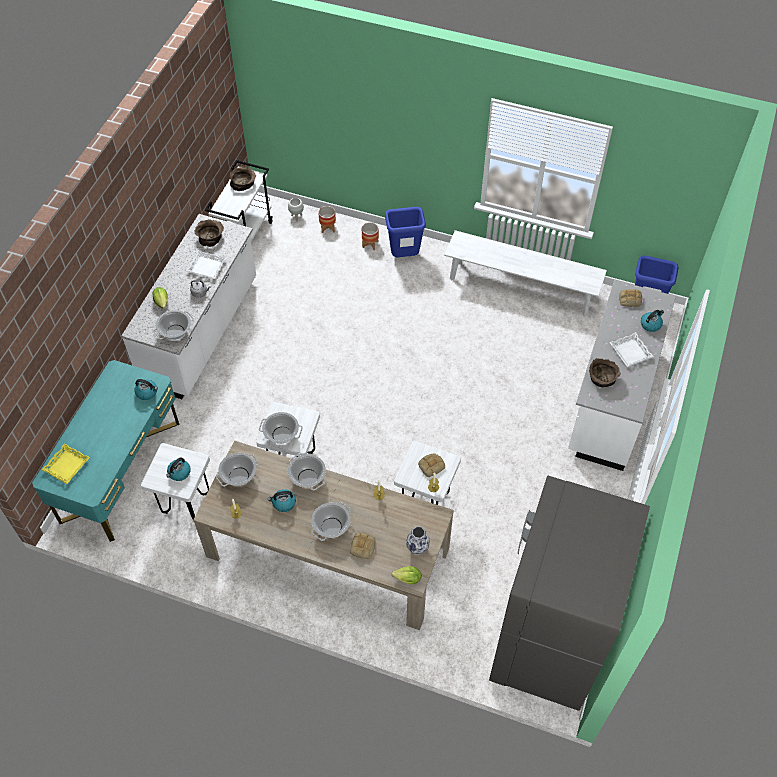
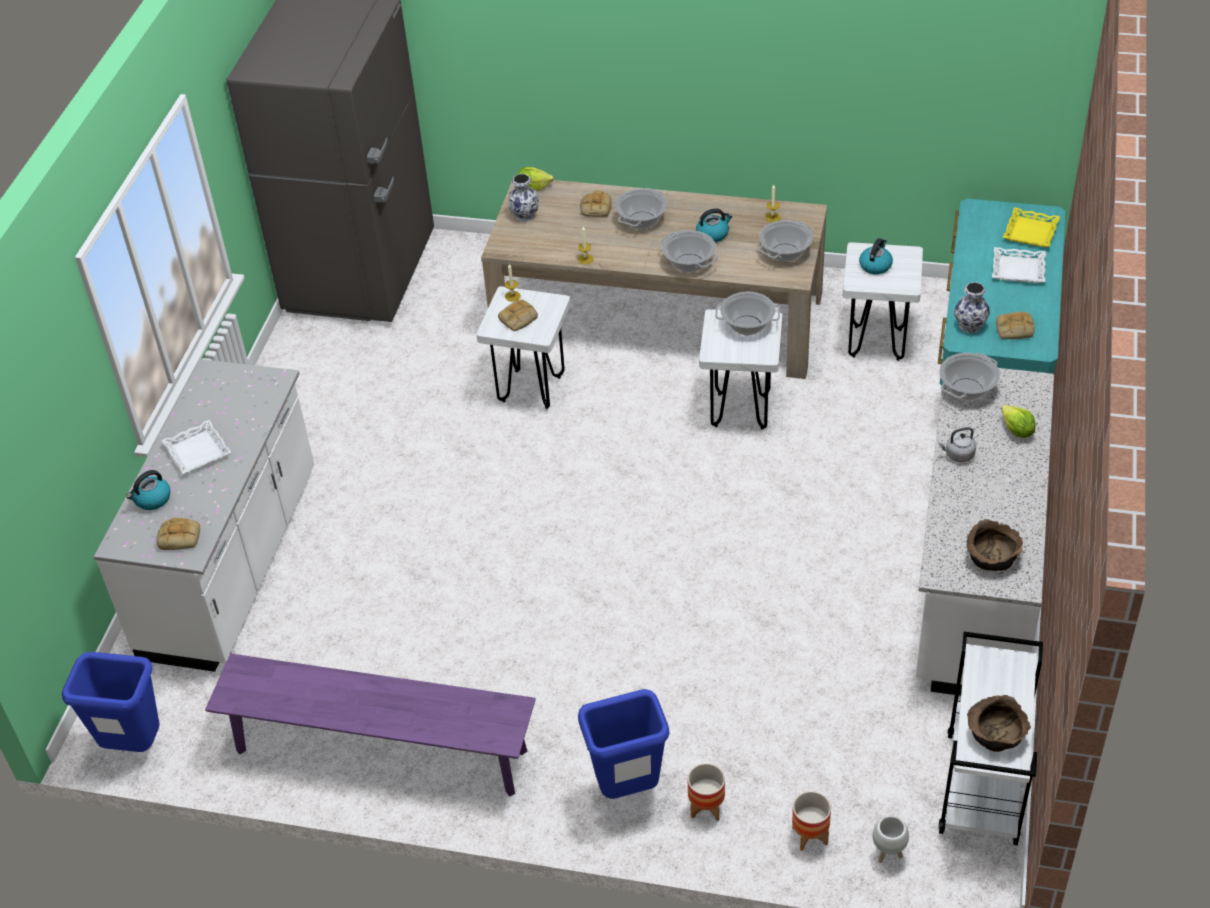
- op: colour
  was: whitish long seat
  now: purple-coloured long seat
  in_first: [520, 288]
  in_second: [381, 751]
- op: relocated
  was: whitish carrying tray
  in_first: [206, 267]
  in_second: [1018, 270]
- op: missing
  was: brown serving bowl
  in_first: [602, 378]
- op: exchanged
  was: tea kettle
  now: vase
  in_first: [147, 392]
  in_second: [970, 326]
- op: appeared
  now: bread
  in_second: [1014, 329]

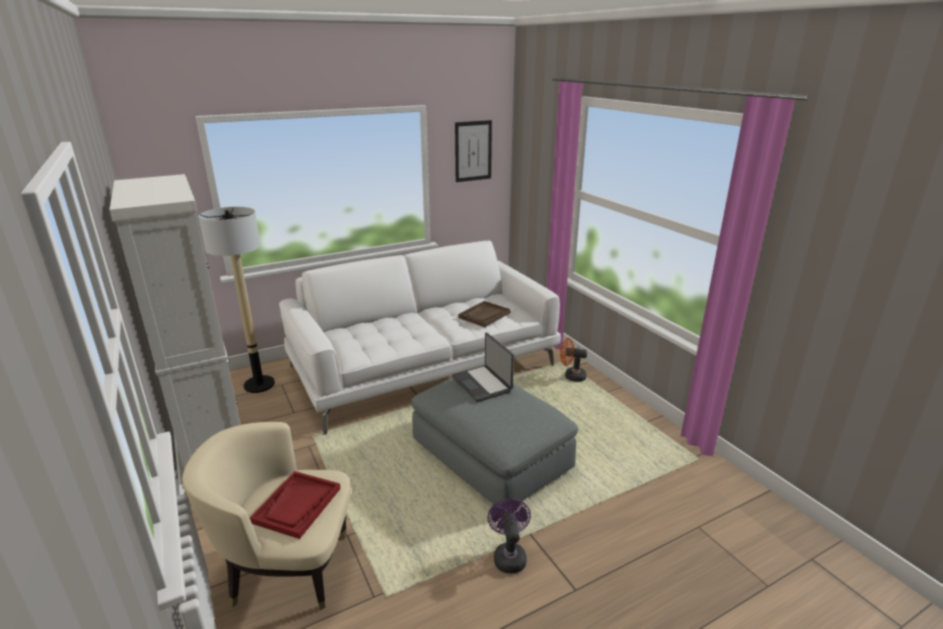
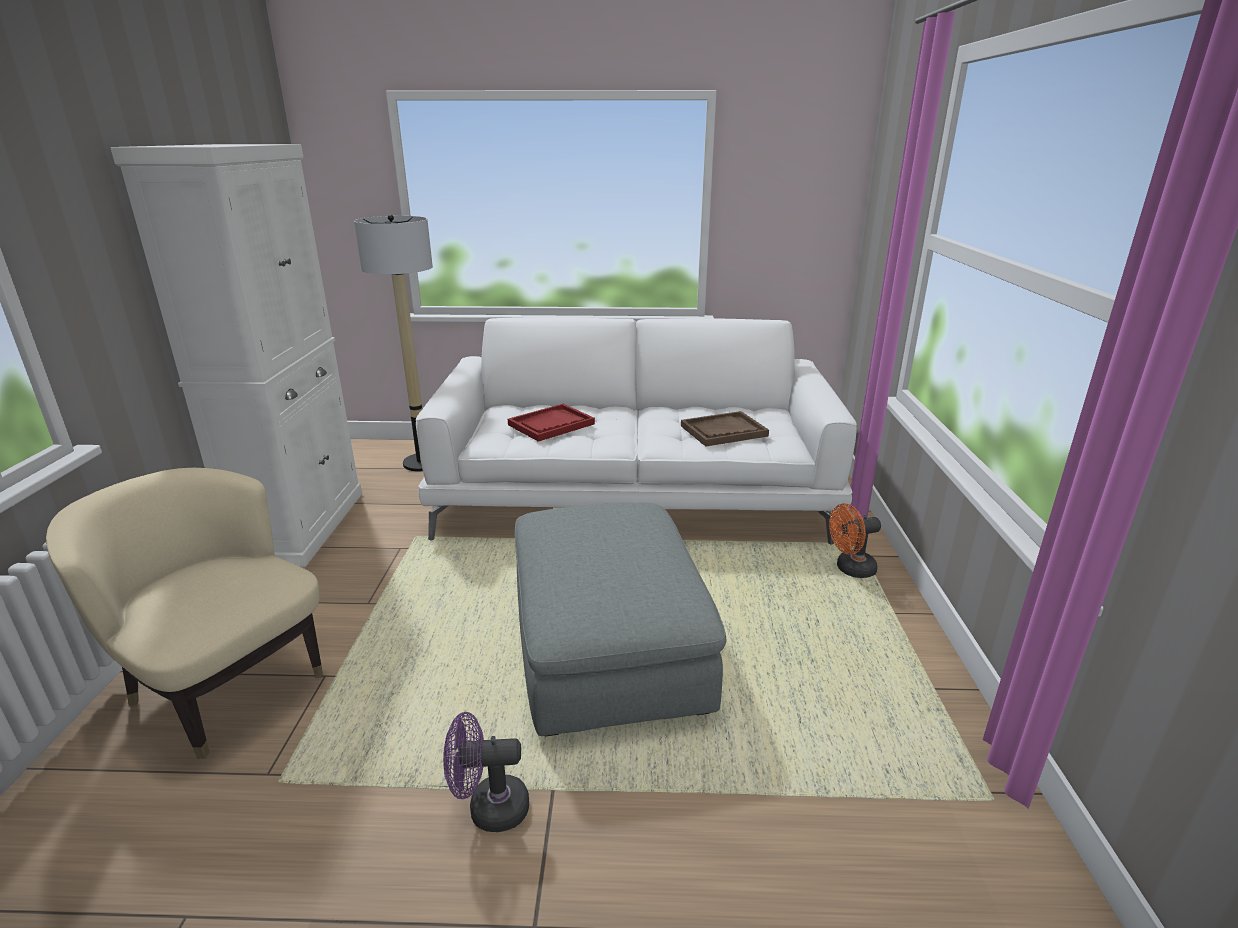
- op: missing
  was: wall picture
  in_first: [473, 151]
- op: missing
  was: portable computer
  in_first: [482, 384]
- op: spun
  was: orange-coloured fan
  in_first: [571, 376]
  in_second: [850, 569]
  clockwise: -60
- op: relocated
  was: reddish carrying tray
  in_first: [297, 505]
  in_second: [551, 424]
- op: spun
  was: purple-coloured fan
  in_first: [509, 555]
  in_second: [489, 808]
  clockwise: -120

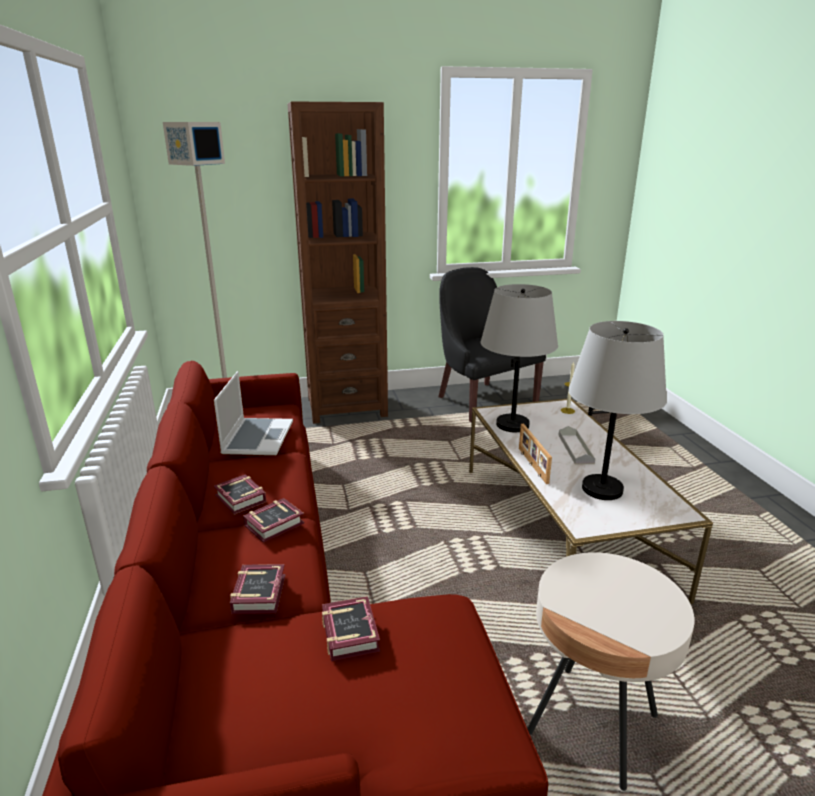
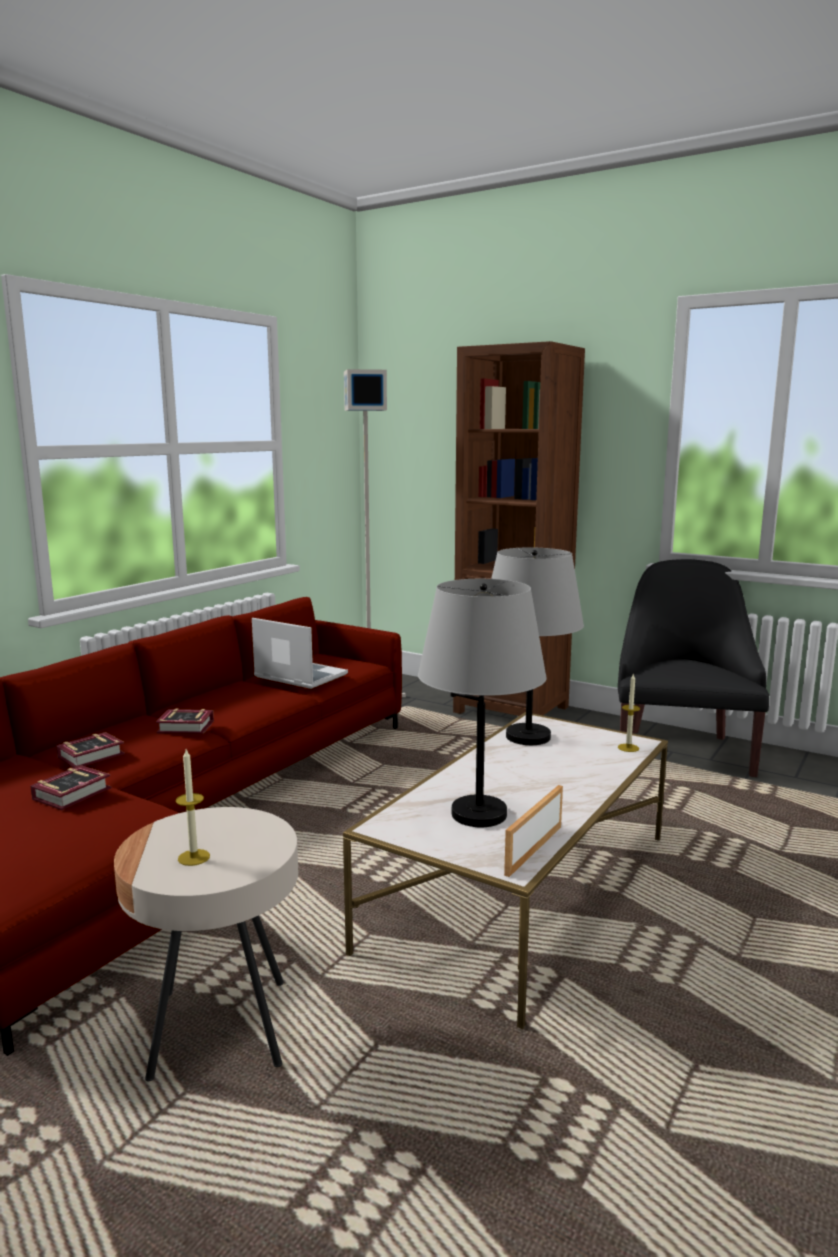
- op: spun
  was: portable computer
  in_first: [257, 438]
  in_second: [299, 676]
  clockwise: -105
- op: relocated
  was: photo frame
  in_first: [532, 465]
  in_second: [532, 849]
- op: missing
  was: grey carrying tray
  in_first: [575, 449]
- op: missing
  was: volume
  in_first: [240, 500]
- op: appeared
  now: wax candle
  in_second: [194, 857]

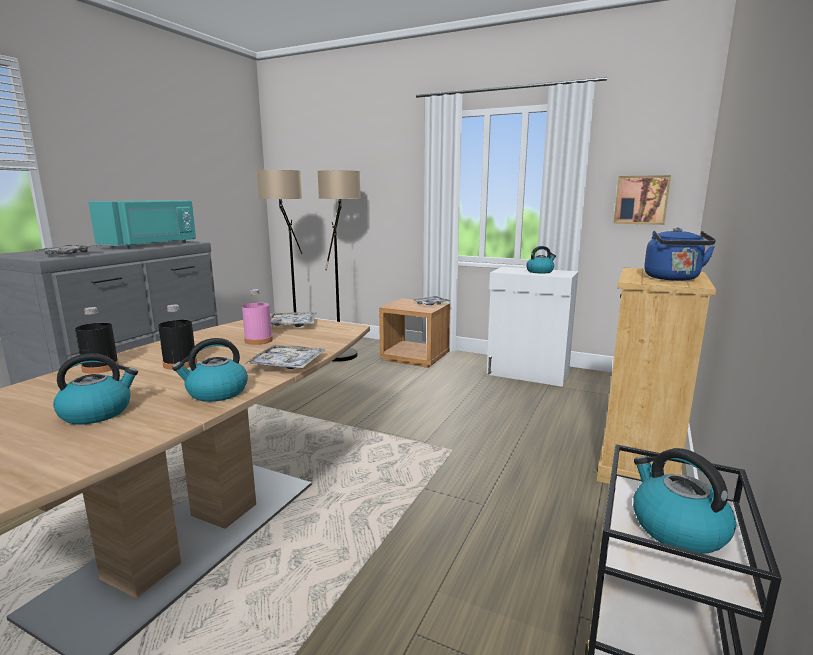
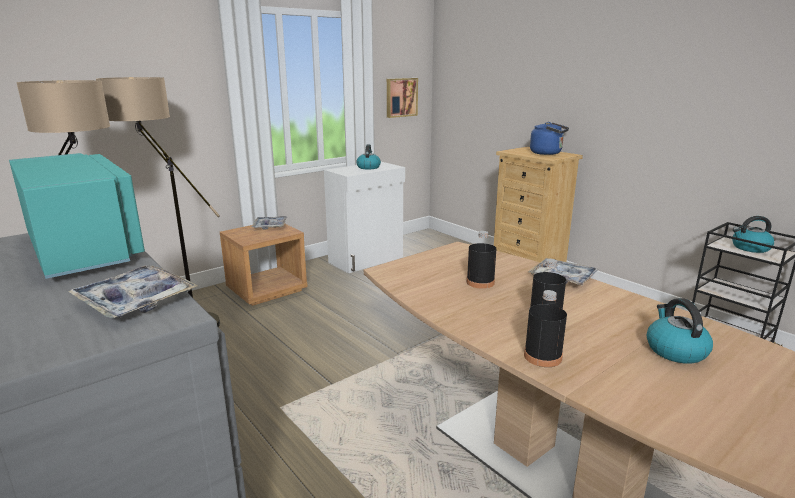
- op: colour
  was: pink beverage bottle
  now: blackish beverage bottle
  in_first: [258, 340]
  in_second: [480, 282]
- op: missing
  was: carrying tray
  in_first: [292, 325]
- op: missing
  was: tea kettle
  in_first: [216, 393]

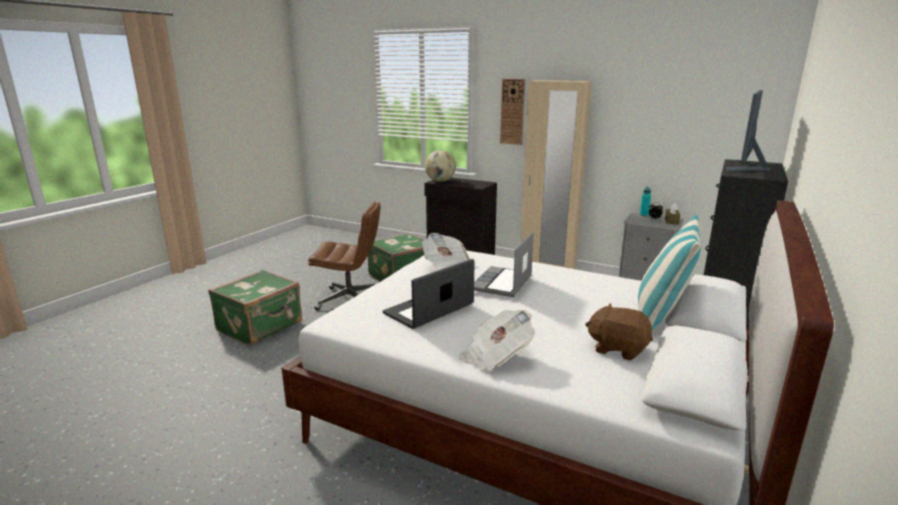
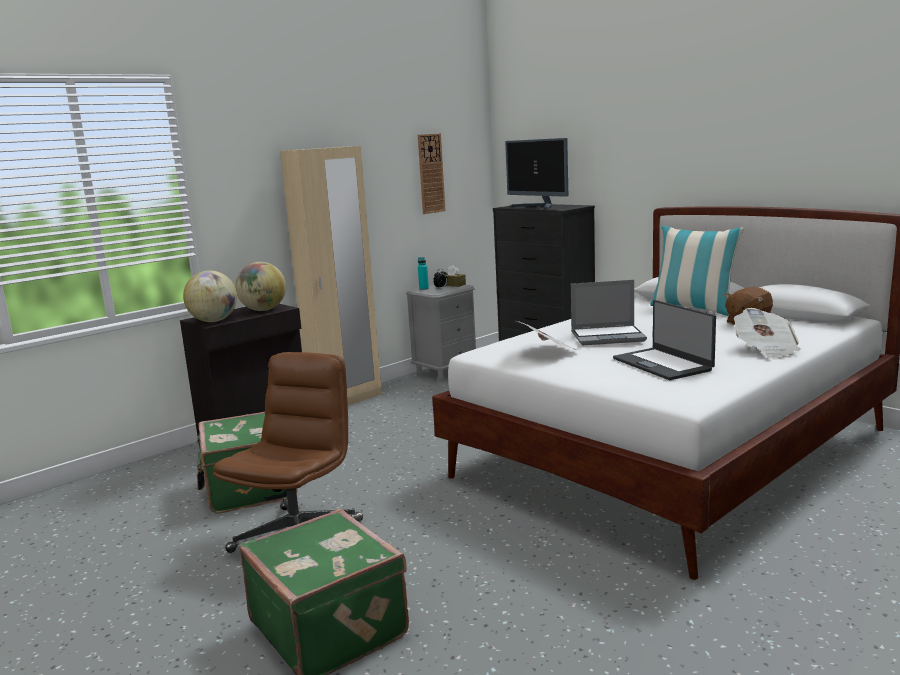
- op: relocated
  was: clock on the wall
  in_first: [512, 112]
  in_second: [431, 173]
- op: spun
  was: portable computer
  in_first: [502, 283]
  in_second: [608, 337]
  clockwise: -45
- op: appeared
  now: globe
  in_second: [263, 310]

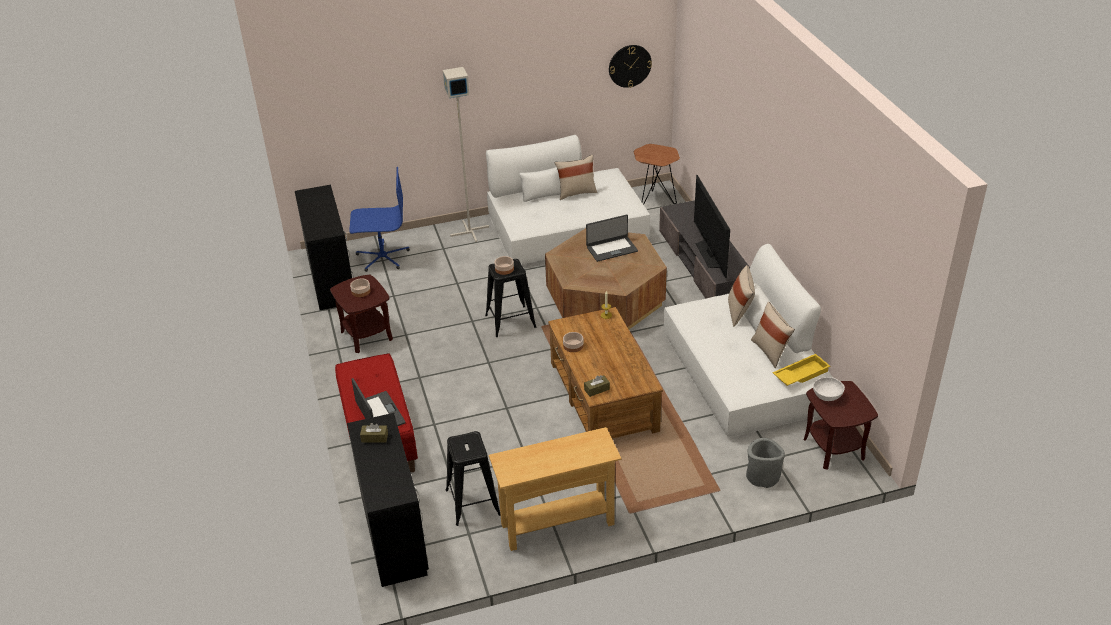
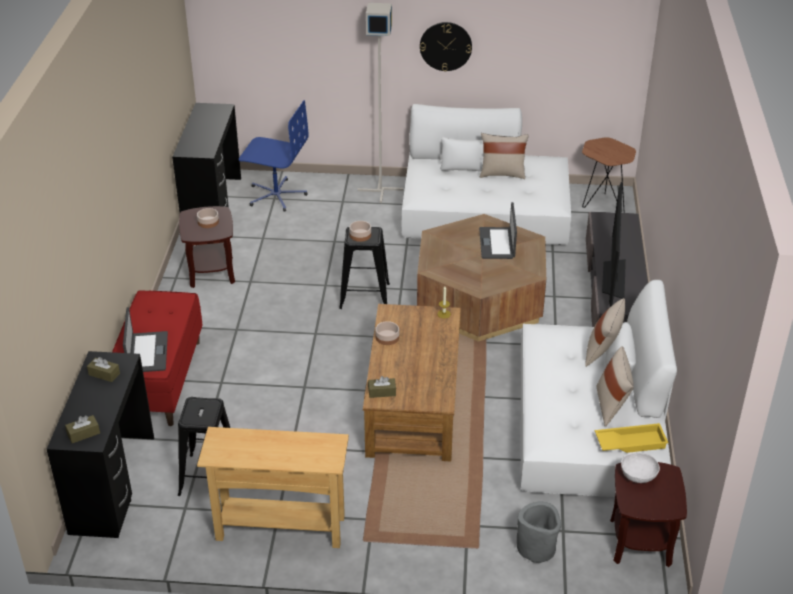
- op: relocated
  was: clock on the wall
  in_first: [629, 66]
  in_second: [445, 46]
- op: spun
  was: portable computer
  in_first: [611, 249]
  in_second: [497, 243]
  clockwise: 90
- op: appeared
  now: brown tissue holder
  in_second: [83, 433]

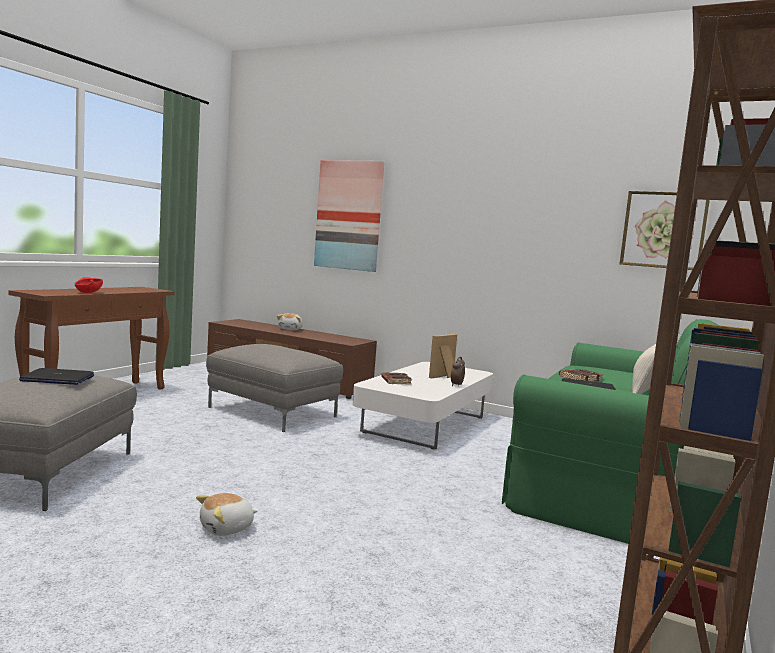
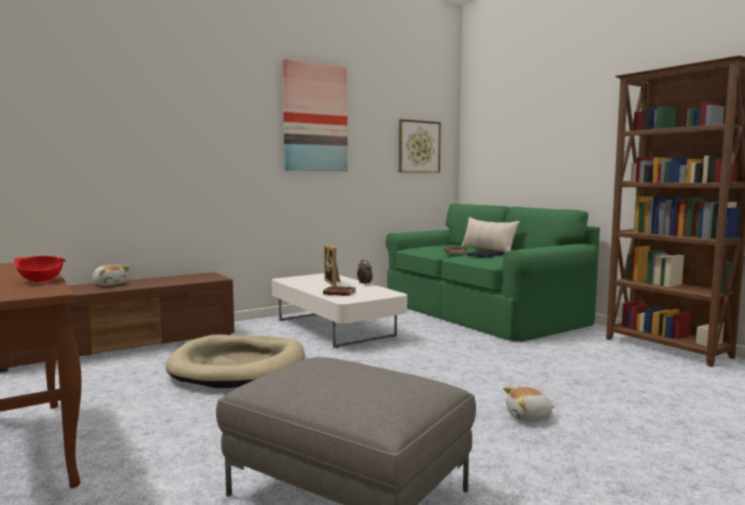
- op: relocated
  was: wall picture
  in_first: [349, 215]
  in_second: [315, 118]
- op: exchanged
  was: grey footrest
  now: beige dog bed
  in_first: [274, 412]
  in_second: [239, 366]
- op: missing
  was: portable computer
  in_first: [57, 378]
- op: spun
  was: cuddly toy
  in_first: [227, 528]
  in_second: [529, 417]
  clockwise: 90

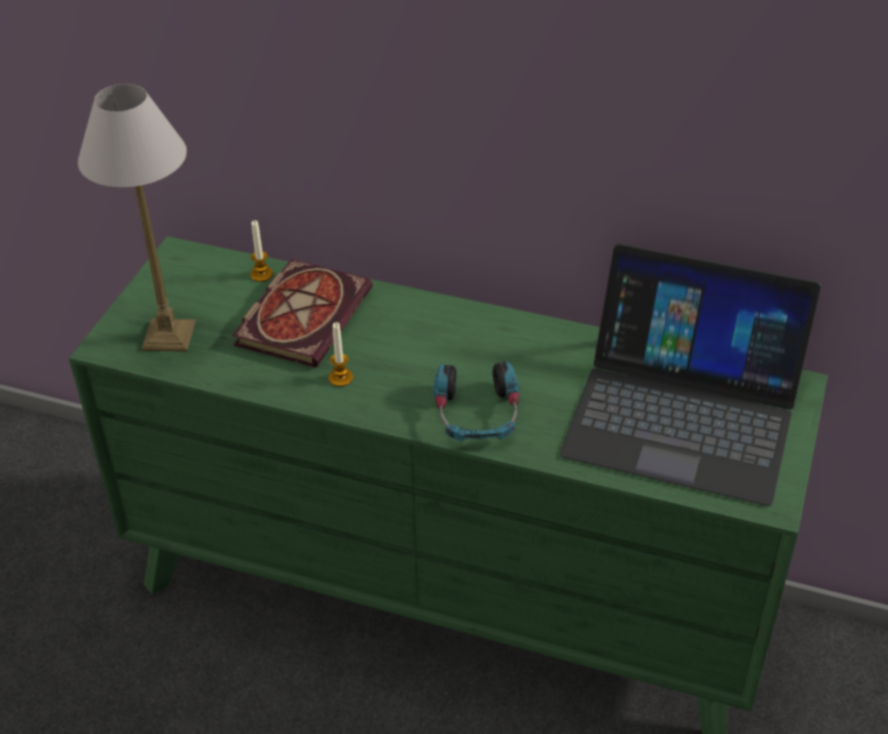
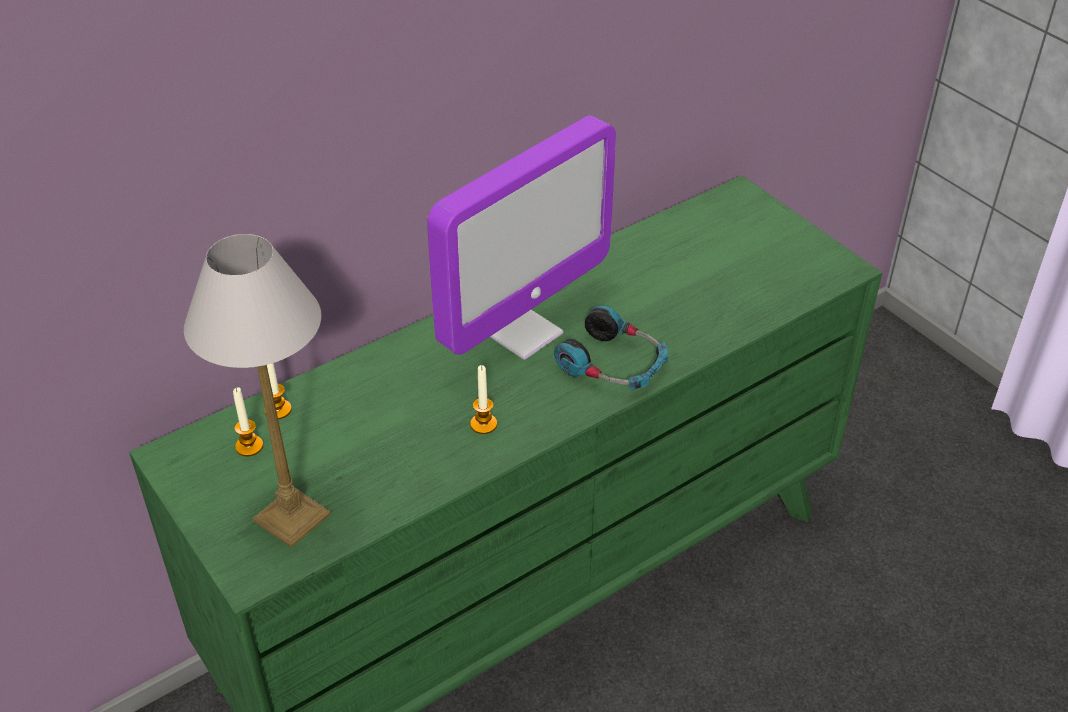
- op: missing
  was: portable computer
  in_first: [683, 413]
- op: missing
  was: volume
  in_first: [303, 315]
- op: appeared
  now: monitor
  in_second: [521, 332]
- op: appeared
  now: wax candle
  in_second: [249, 446]

